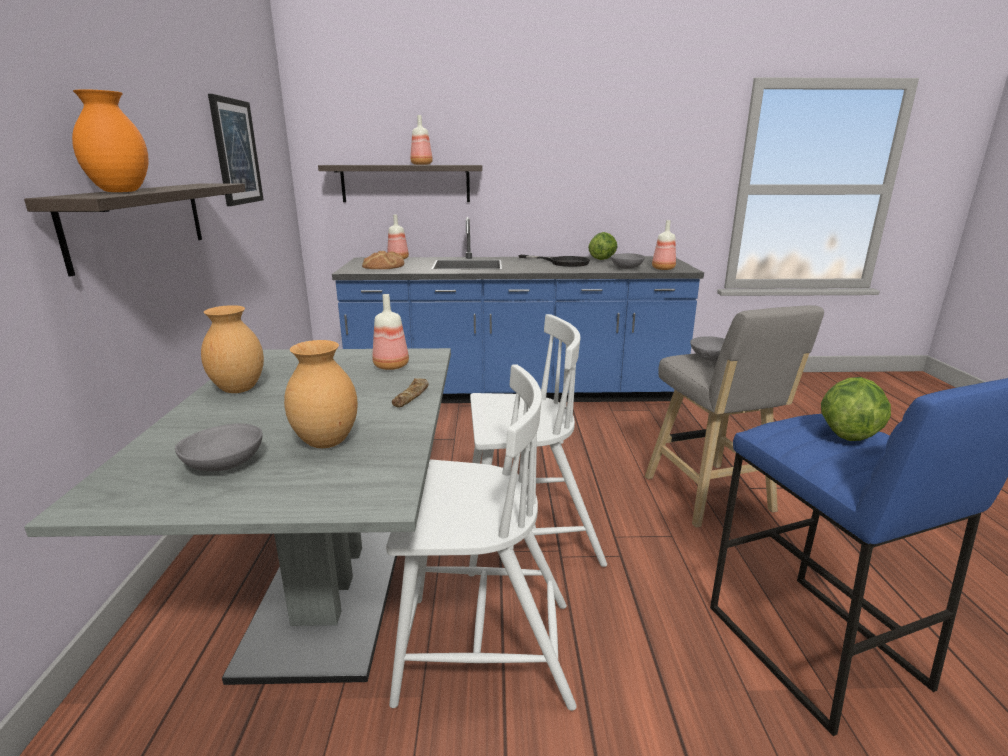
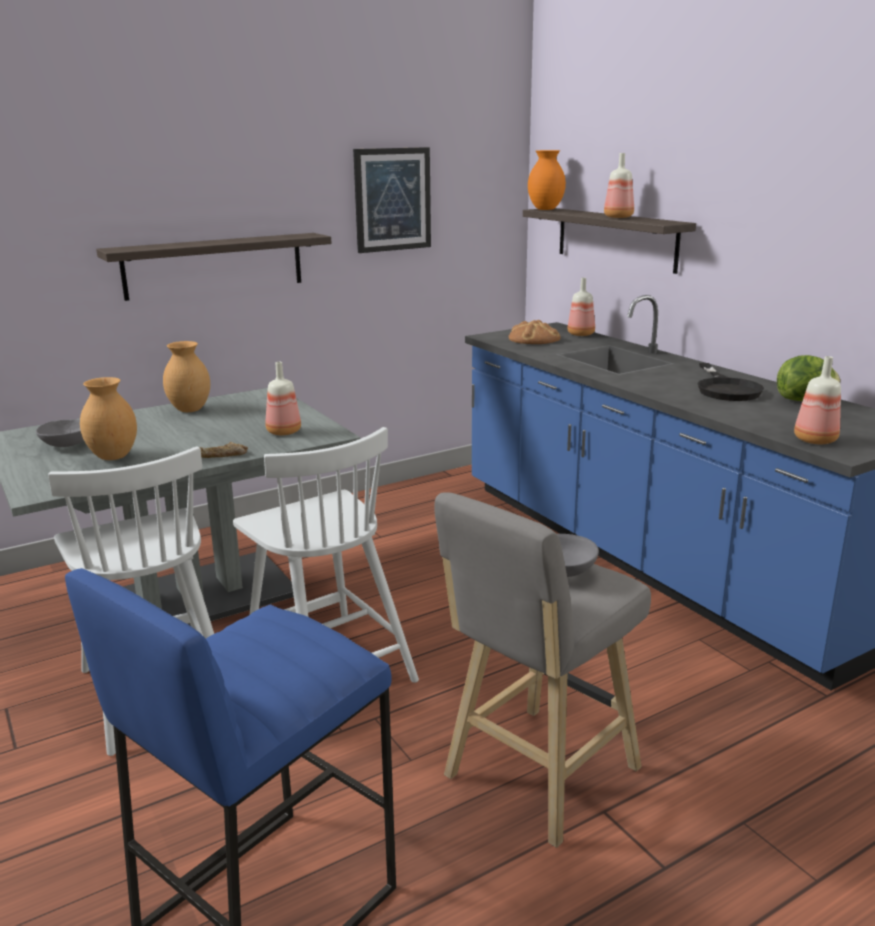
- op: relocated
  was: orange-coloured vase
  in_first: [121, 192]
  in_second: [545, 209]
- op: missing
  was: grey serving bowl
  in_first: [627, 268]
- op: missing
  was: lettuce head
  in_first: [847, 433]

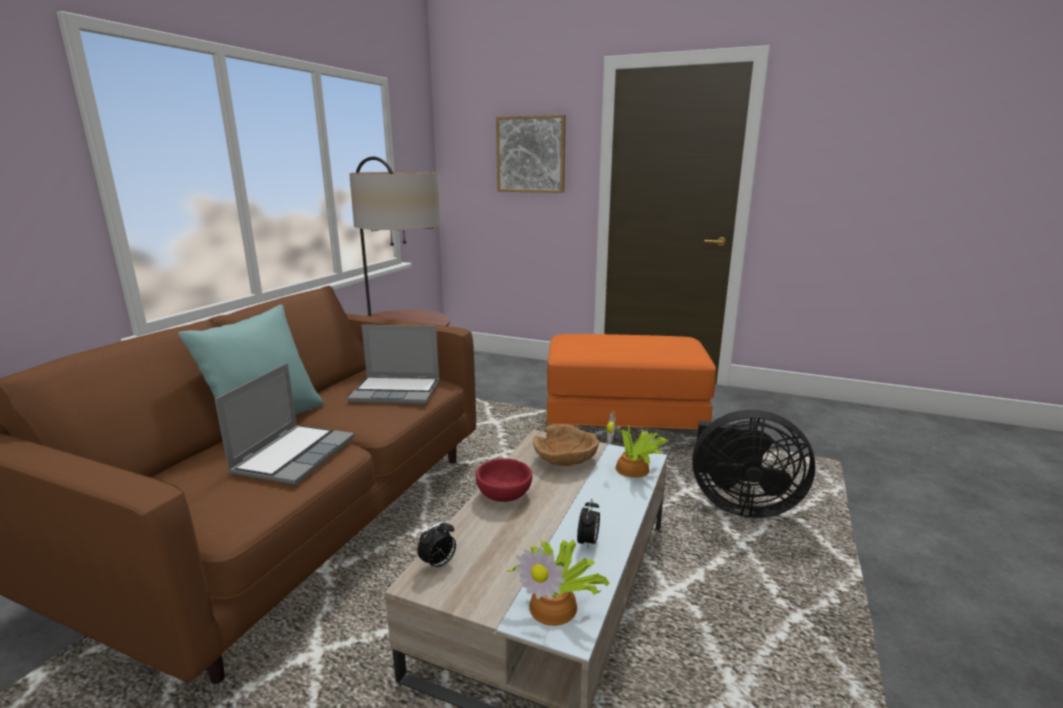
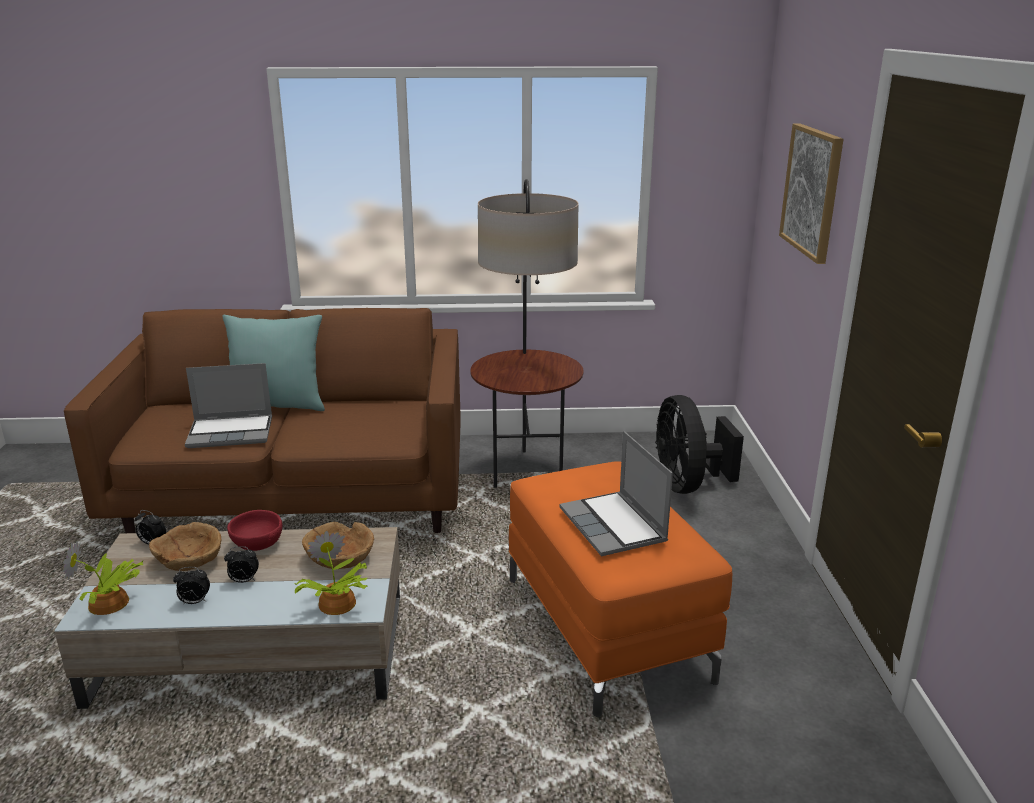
- op: relocated
  was: portable computer
  in_first: [397, 391]
  in_second: [614, 526]
- op: relocated
  was: blackish fan
  in_first: [739, 504]
  in_second: [687, 484]
- op: appeared
  now: brown serving bowl
  in_second: [189, 560]
- op: appeared
  now: bedside clock
  in_second: [243, 581]

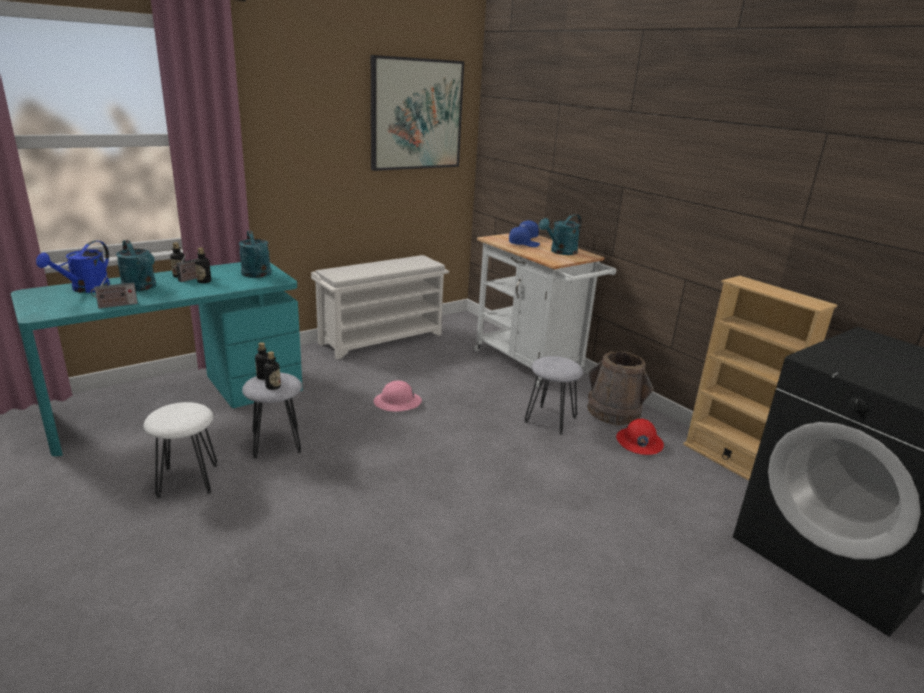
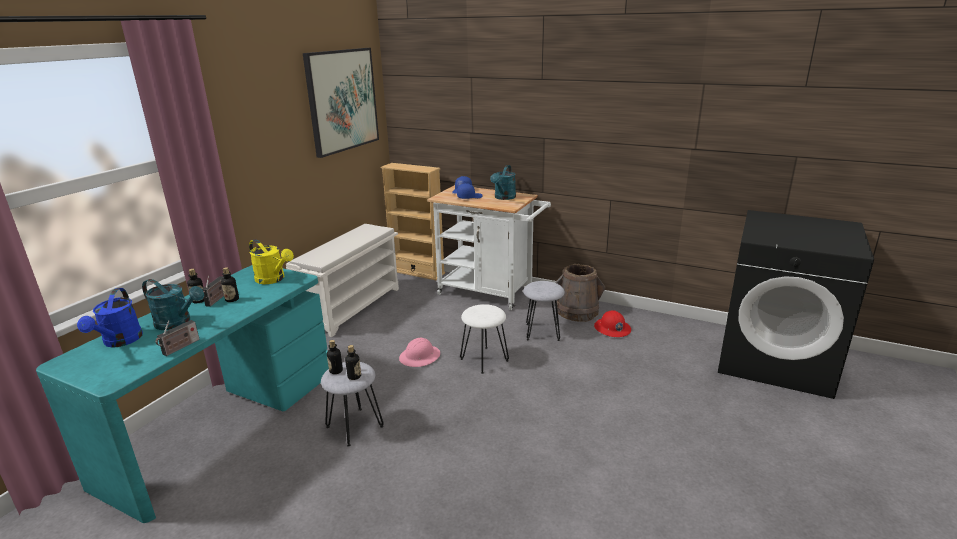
- op: colour
  was: turquoise-coloured watering pot
  now: yellow-coloured watering pot
  in_first: [257, 275]
  in_second: [273, 279]
- op: relocated
  was: beige bookcase
  in_first: [730, 461]
  in_second: [417, 272]
- op: relocated
  was: whitish sitting stool
  in_first: [188, 480]
  in_second: [484, 359]

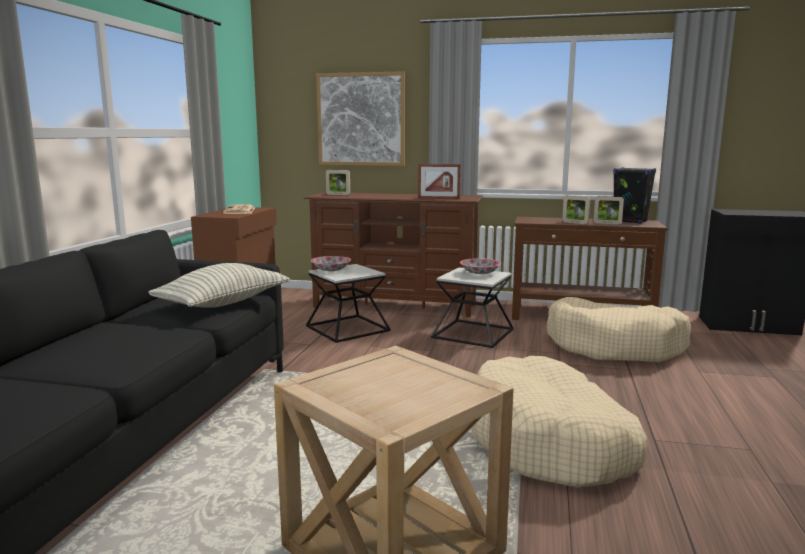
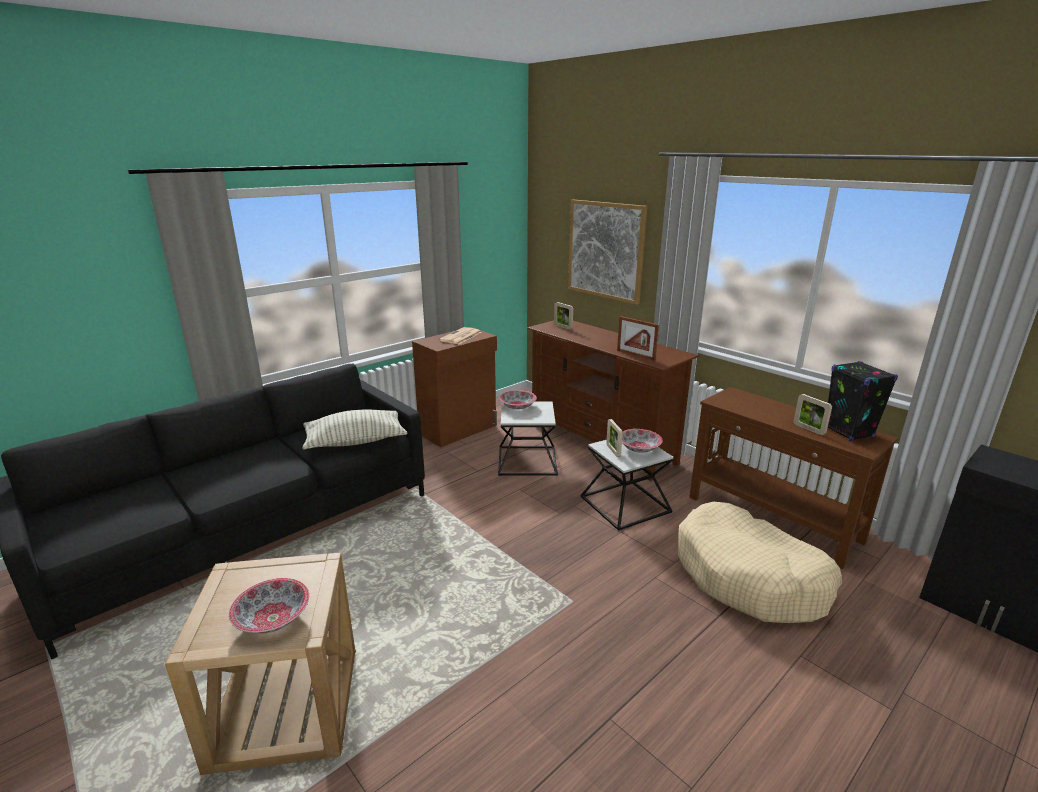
- op: relocated
  was: photo frame
  in_first: [575, 223]
  in_second: [613, 451]
- op: missing
  was: beige dog bed
  in_first: [550, 442]
- op: appeared
  now: serving bowl
  in_second: [273, 618]

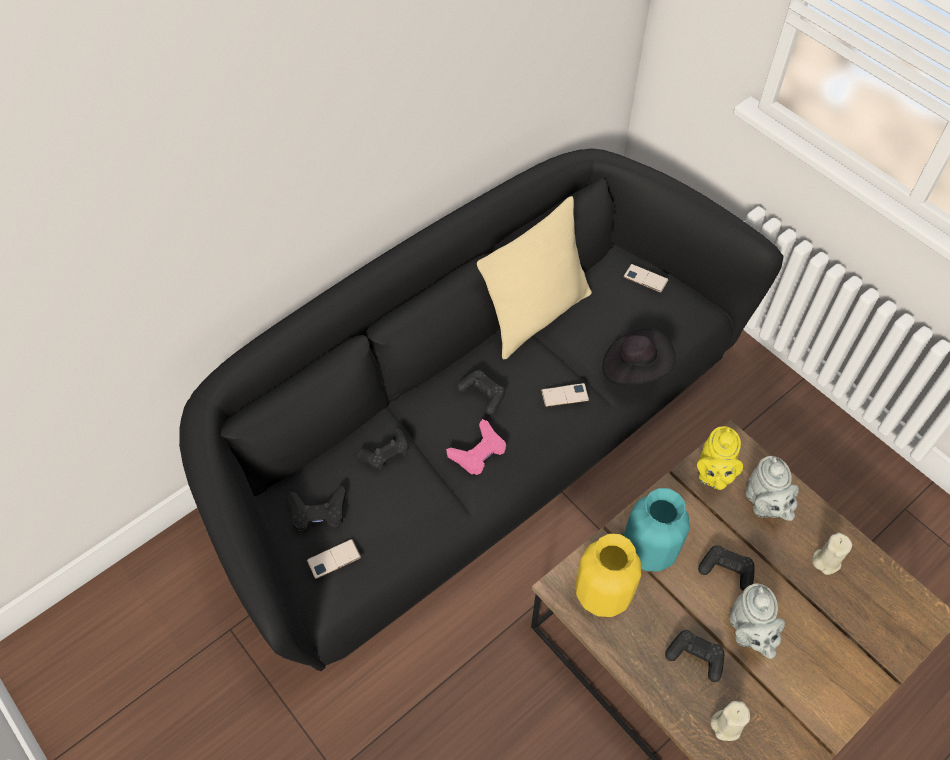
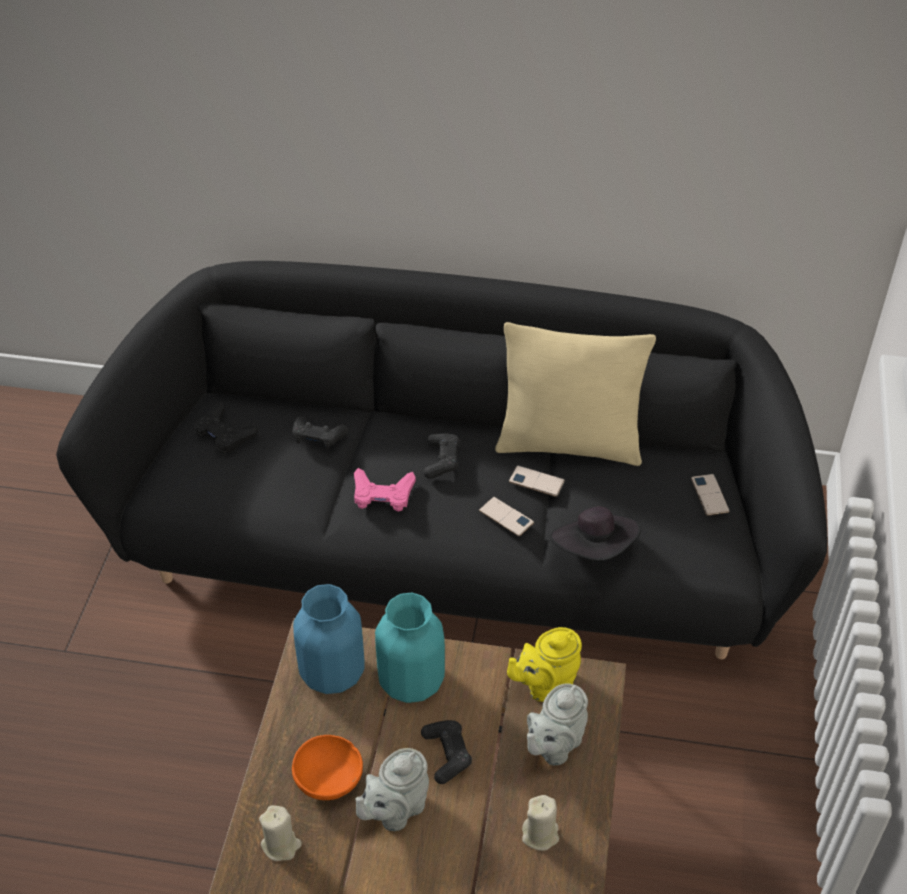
- op: colour
  was: yellow-coloured vase
  now: blue vase
  in_first: [603, 593]
  in_second: [332, 672]
- op: relocated
  was: phone
  in_first: [334, 559]
  in_second: [536, 481]
- op: exchanged
  was: blackish joypad
  now: orange-coloured serving bowl
  in_first: [695, 657]
  in_second: [330, 780]

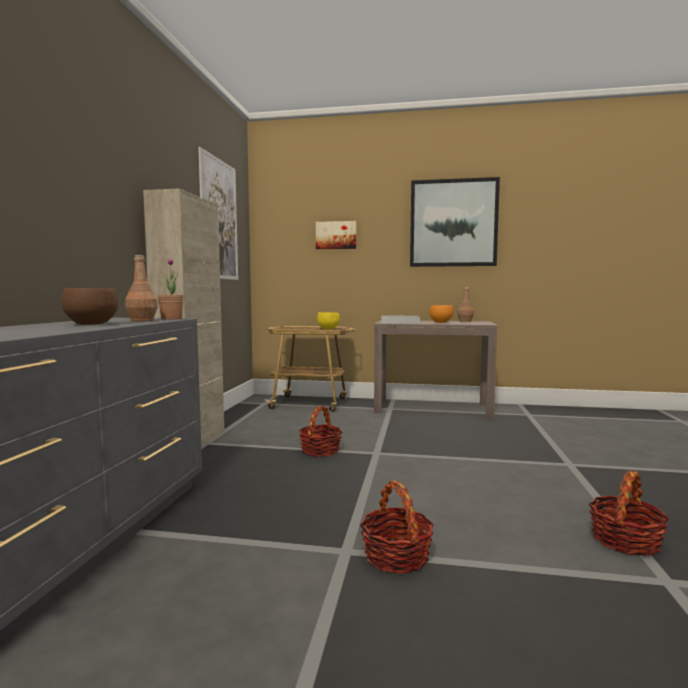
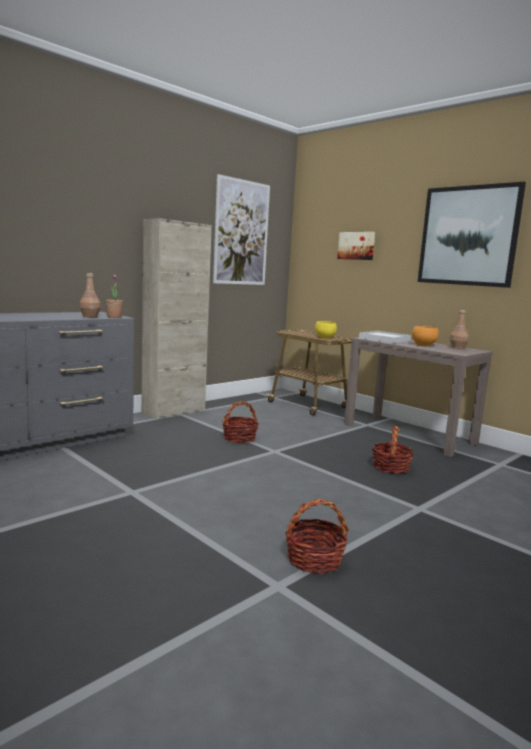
- op: missing
  was: brown serving bowl
  in_first: [92, 324]
- op: relocated
  was: basket
  in_first: [396, 556]
  in_second: [390, 467]

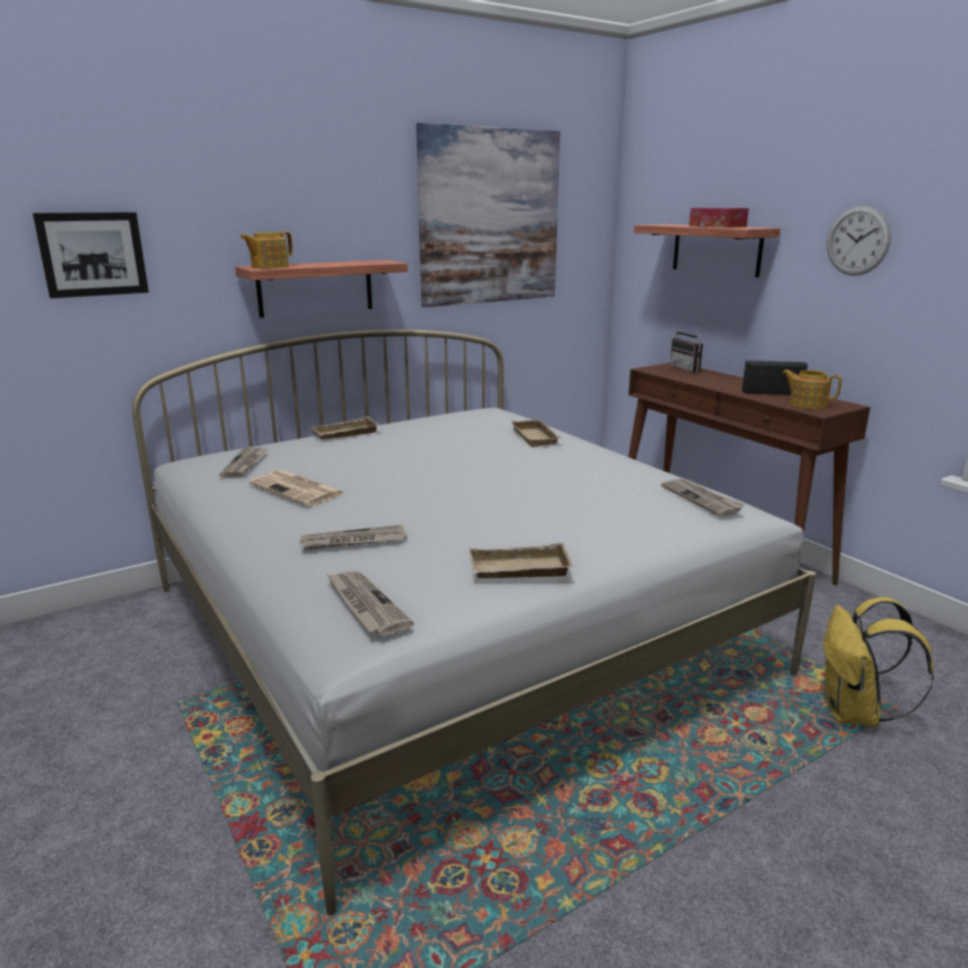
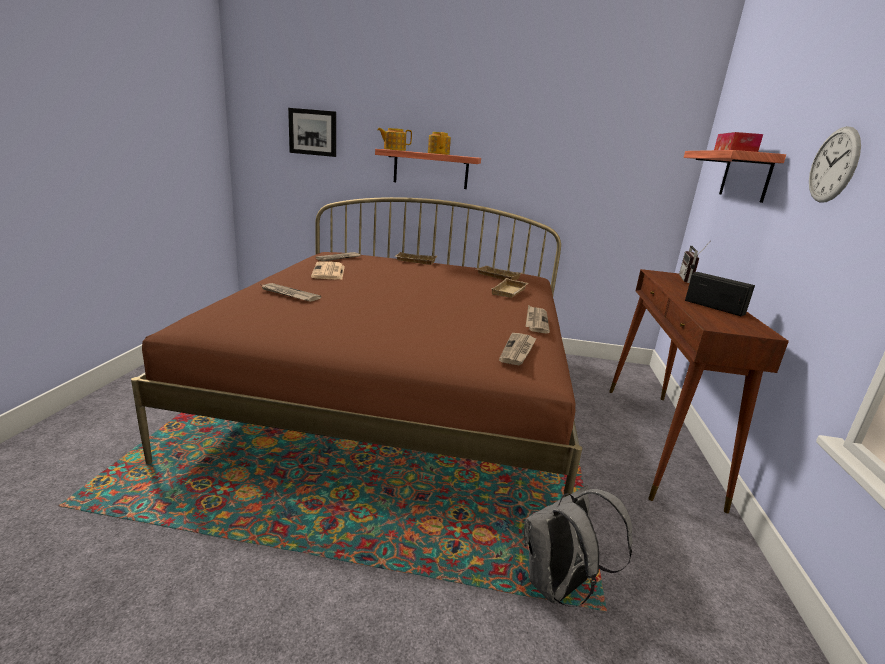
- op: missing
  was: wall picture
  in_first: [490, 217]
- op: colour
  was: whitish bed
  now: brown bed
  in_first: [449, 628]
  in_second: [398, 393]
- op: relocated
  was: tea pot
  in_first: [807, 404]
  in_second: [438, 153]
- op: relocated
  was: beige carrying tray
  in_first: [518, 570]
  in_second: [496, 276]
- op: relocated
  was: printed paper
  in_first: [365, 605]
  in_second: [536, 321]
- op: colour
  was: yellow-coloured knapsack
  now: grey knapsack
  in_first: [854, 713]
  in_second: [559, 587]

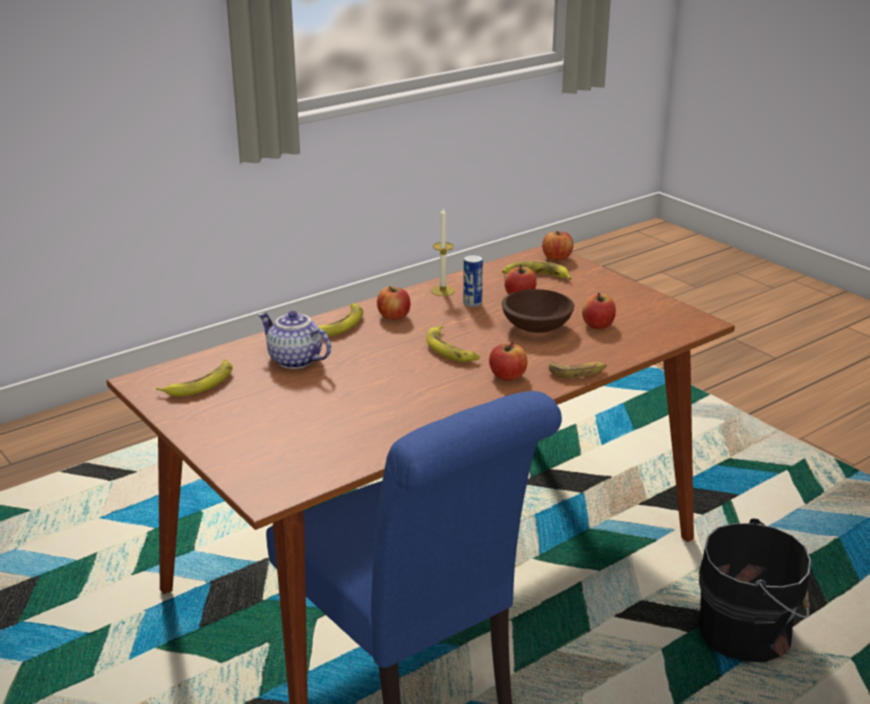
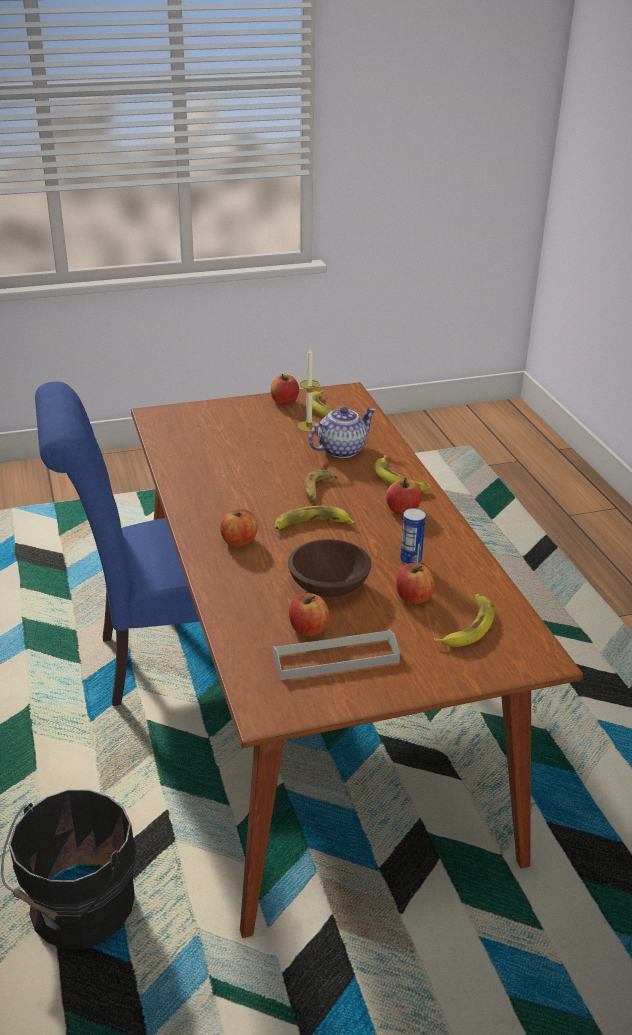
- op: relocated
  was: wax candle
  in_first: [443, 291]
  in_second: [309, 426]
- op: relocated
  was: apple
  in_first: [556, 257]
  in_second: [284, 401]
- op: relocated
  was: banana fruit
  in_first: [577, 372]
  in_second: [318, 490]
- op: appeared
  now: grey carrying tray
  in_second: [335, 659]

